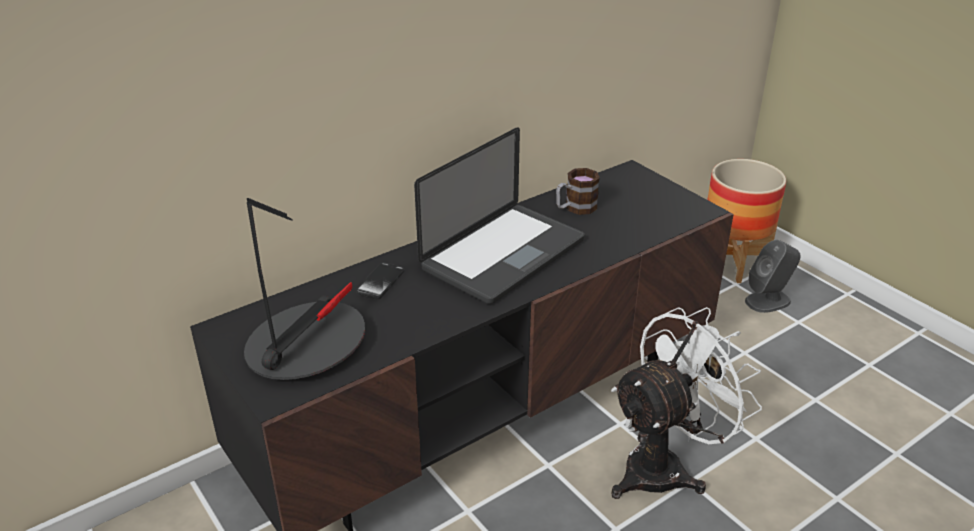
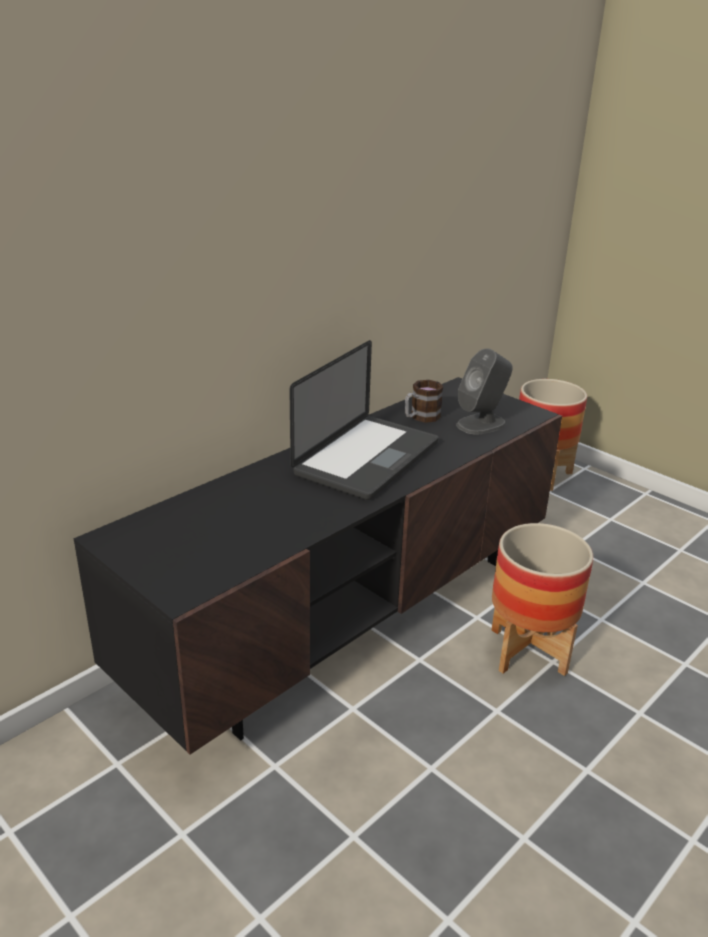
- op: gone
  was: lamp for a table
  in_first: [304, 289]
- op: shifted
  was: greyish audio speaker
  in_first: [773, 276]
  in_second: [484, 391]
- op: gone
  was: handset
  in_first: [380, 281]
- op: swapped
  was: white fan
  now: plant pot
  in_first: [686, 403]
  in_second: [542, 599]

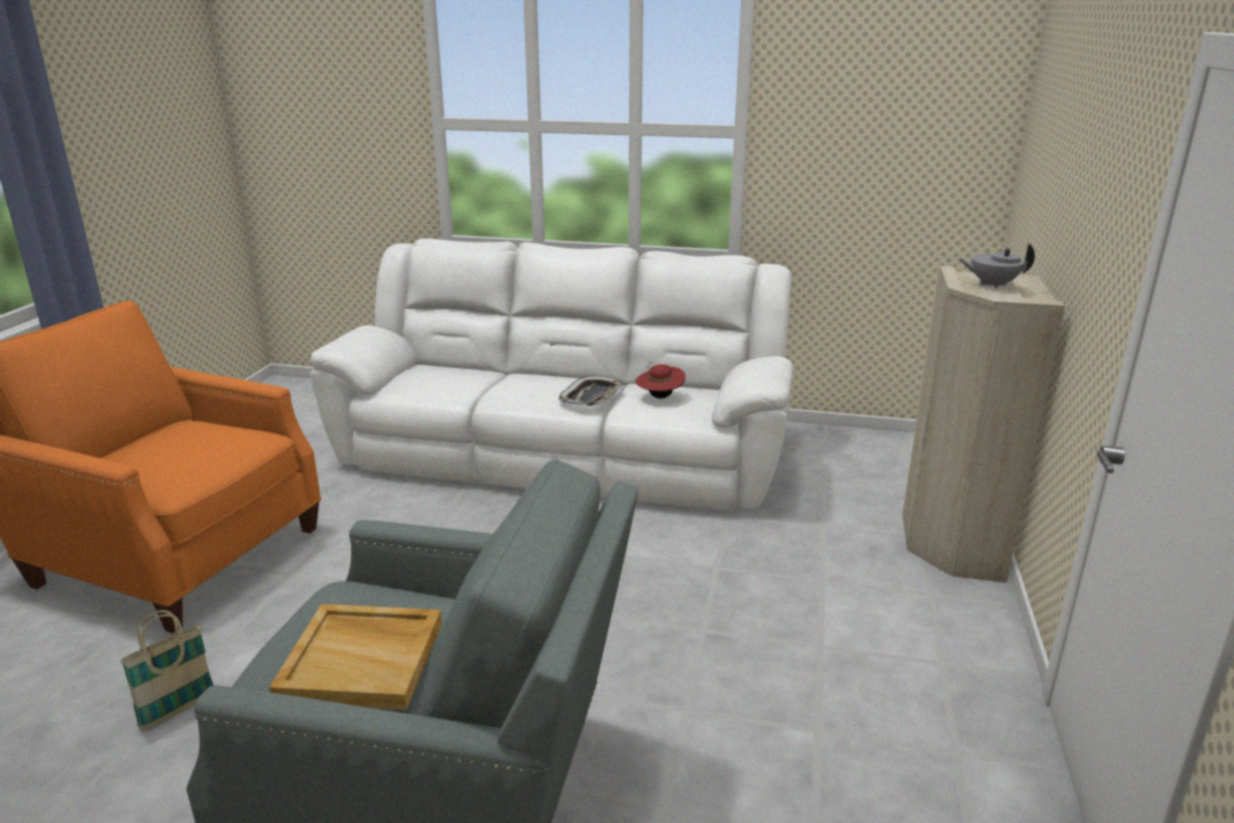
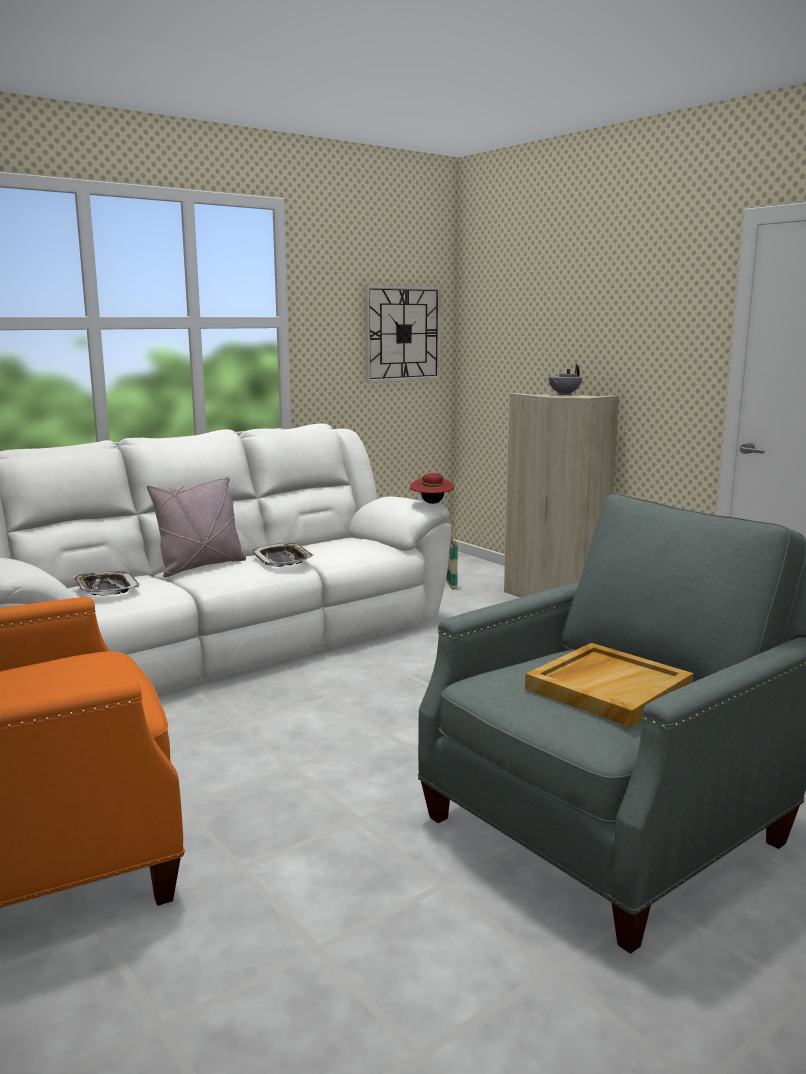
- op: shifted
  was: red-coloured clothing hat
  in_first: [661, 381]
  in_second: [432, 488]
- op: shifted
  was: household basket
  in_first: [167, 670]
  in_second: [452, 555]
- op: new
  now: clock on the wall
  in_second: [403, 334]
- op: new
  now: purplish pillow
  in_second: [196, 527]
- op: new
  now: serving tray
  in_second: [106, 583]

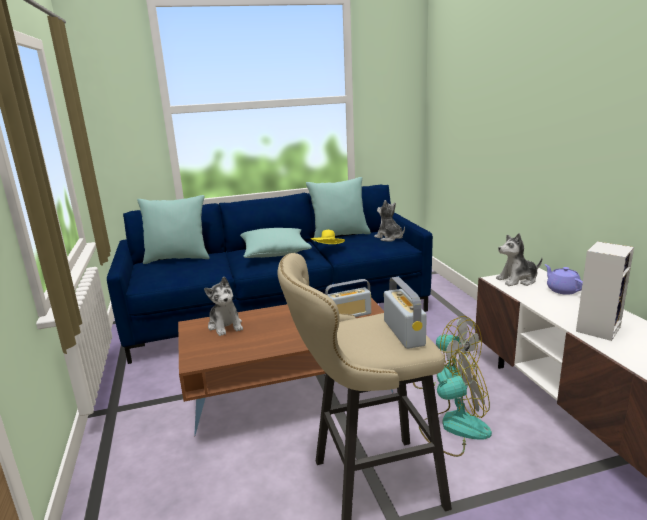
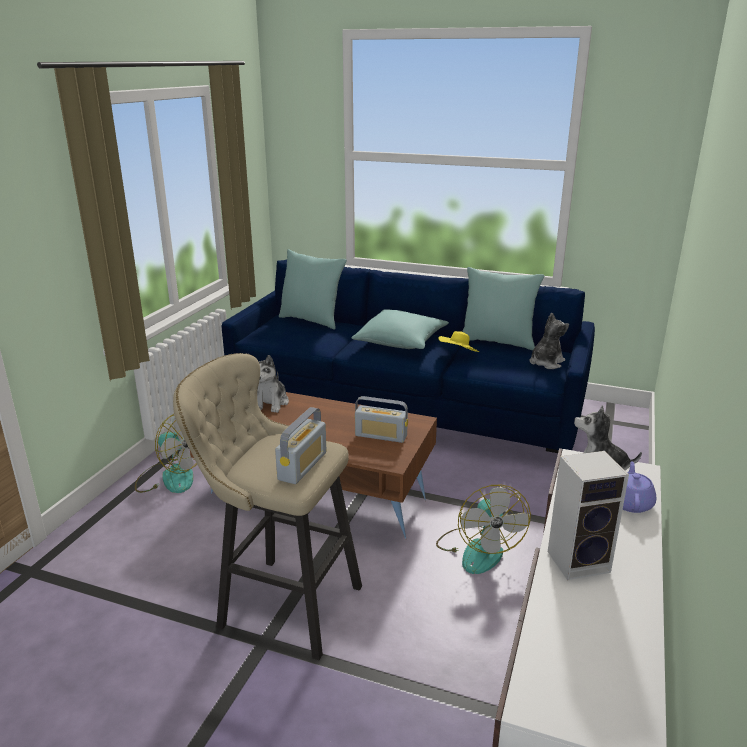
- op: rotated
  was: cuddly toy
  in_first: [389, 221]
  in_second: [549, 341]
  clockwise: 45
- op: shifted
  was: fan
  in_first: [455, 403]
  in_second: [166, 453]

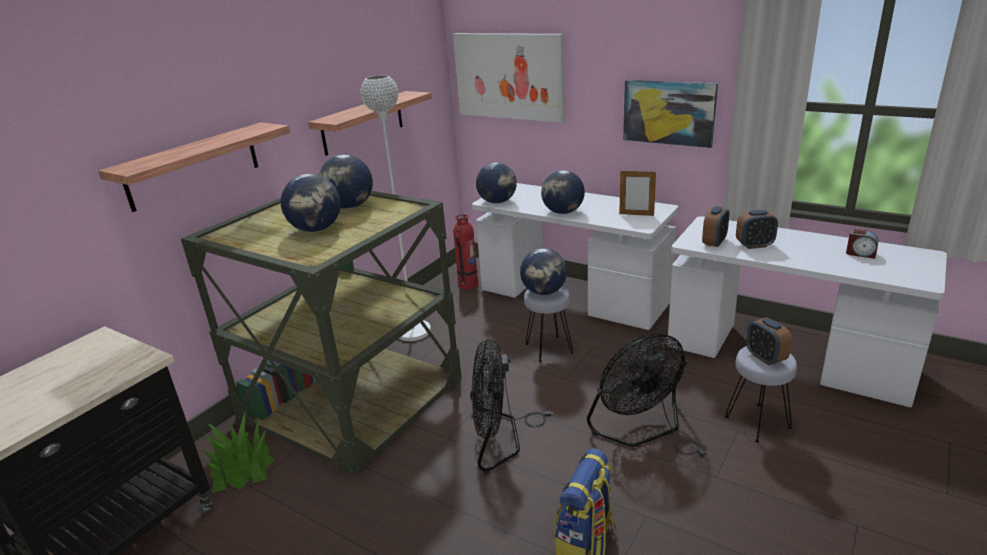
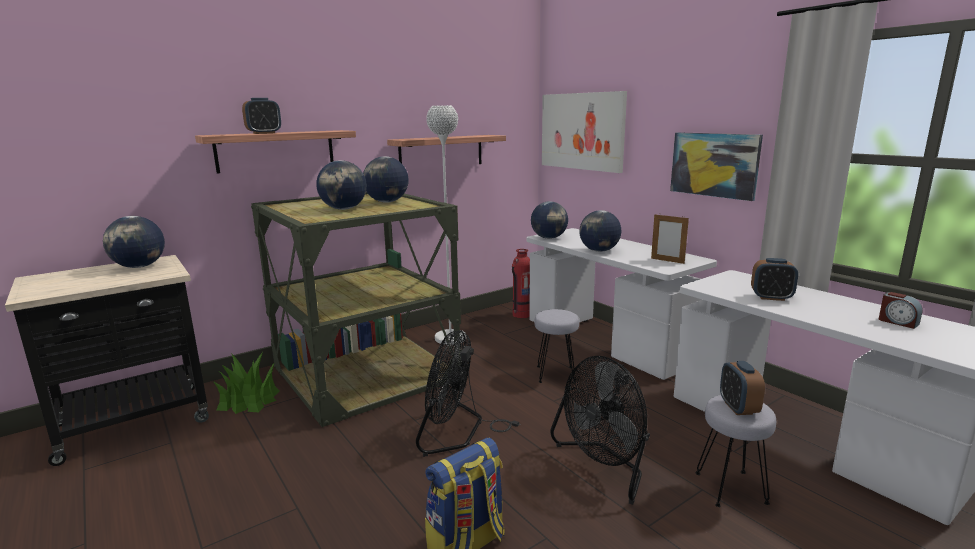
- op: shifted
  was: table clock
  in_first: [715, 226]
  in_second: [261, 116]
- op: shifted
  was: desk globe
  in_first: [543, 271]
  in_second: [134, 242]
- op: rotated
  was: black fan
  in_first: [646, 395]
  in_second: [600, 430]
  clockwise: -120

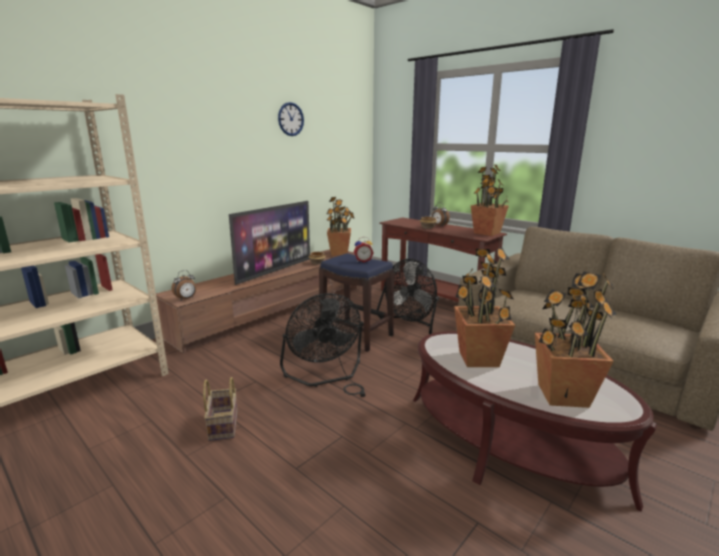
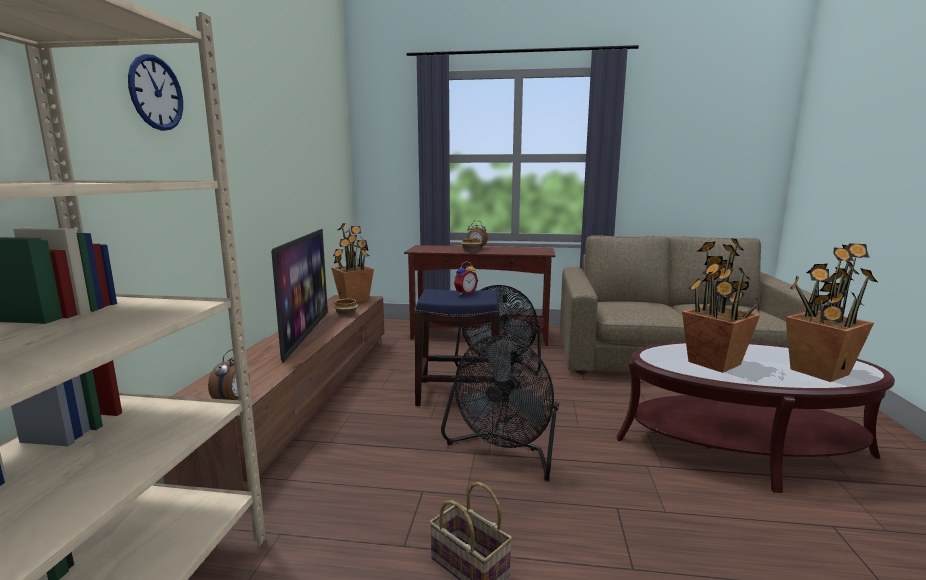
- op: shifted
  was: clock on the wall
  in_first: [291, 119]
  in_second: [155, 92]
- op: gone
  was: houseplant
  in_first: [490, 200]
- op: rotated
  was: black fan
  in_first: [322, 345]
  in_second: [500, 408]
  clockwise: -90

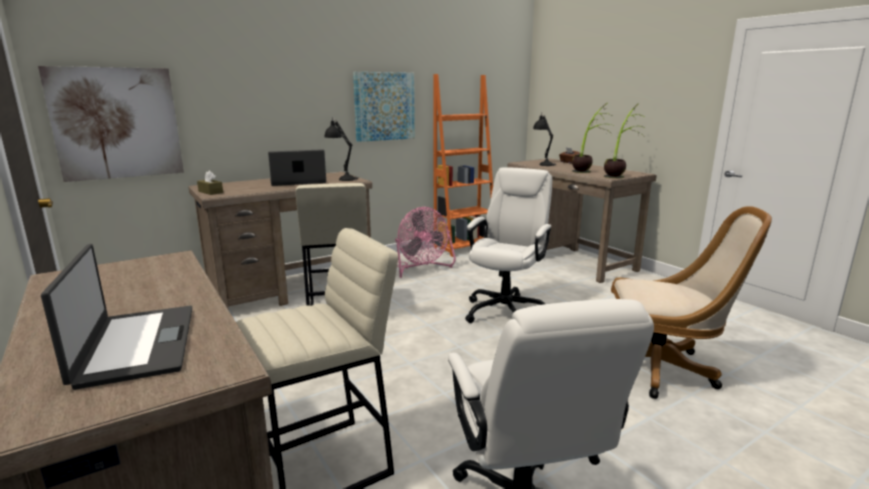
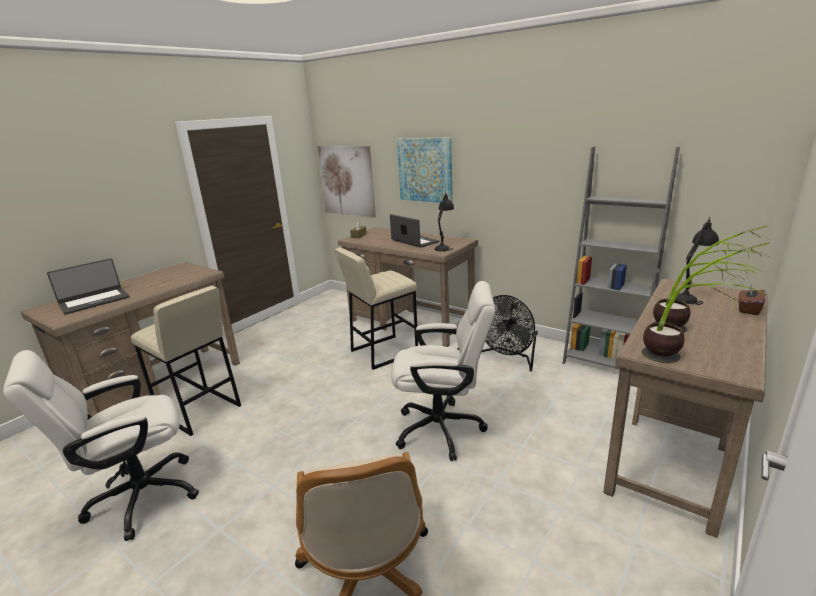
- op: shifted
  was: wall art
  in_first: [384, 107]
  in_second: [425, 170]
- op: repainted
  was: orangey bookshelf
  now: greyish bookshelf
  in_first: [463, 165]
  in_second: [621, 258]
- op: repainted
  was: pink fan
  now: black fan
  in_first: [425, 242]
  in_second: [510, 333]

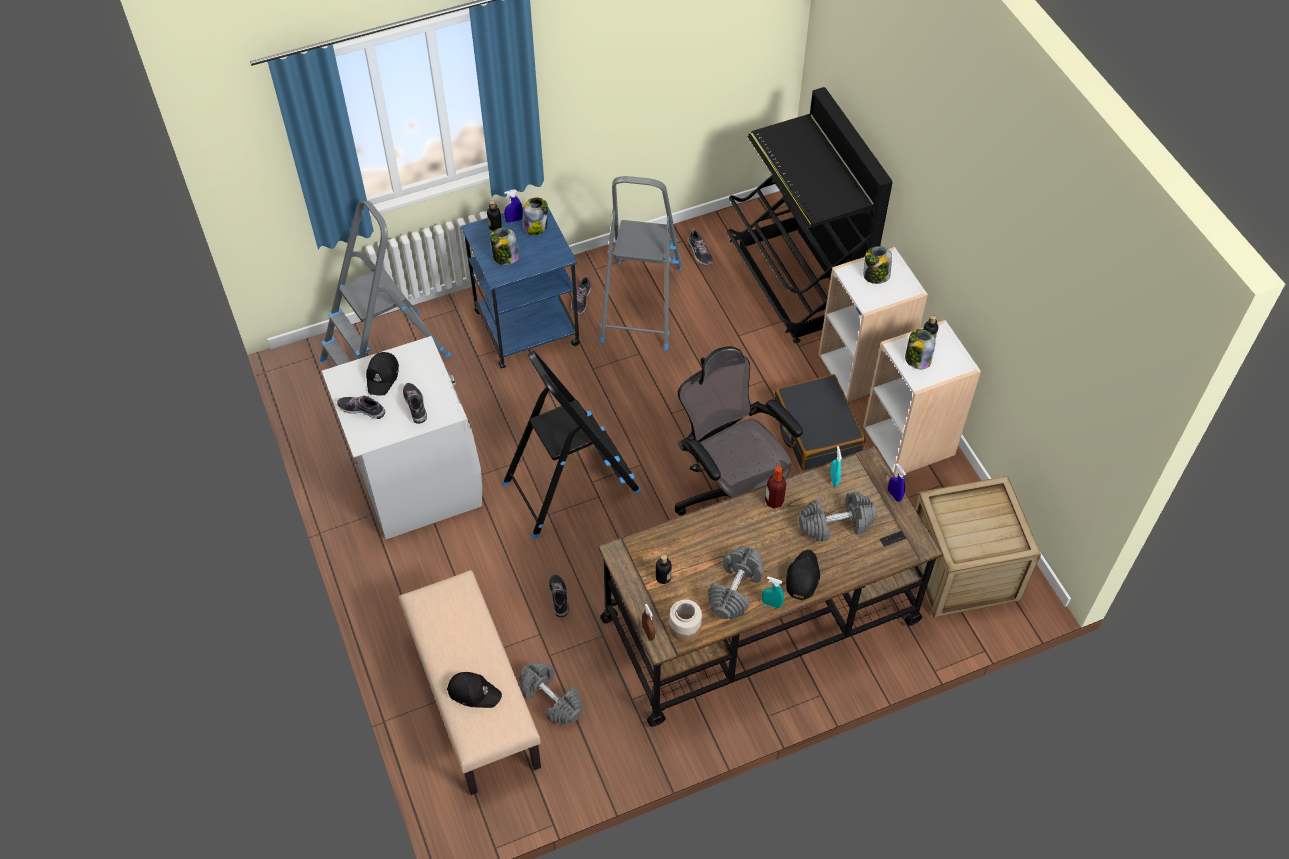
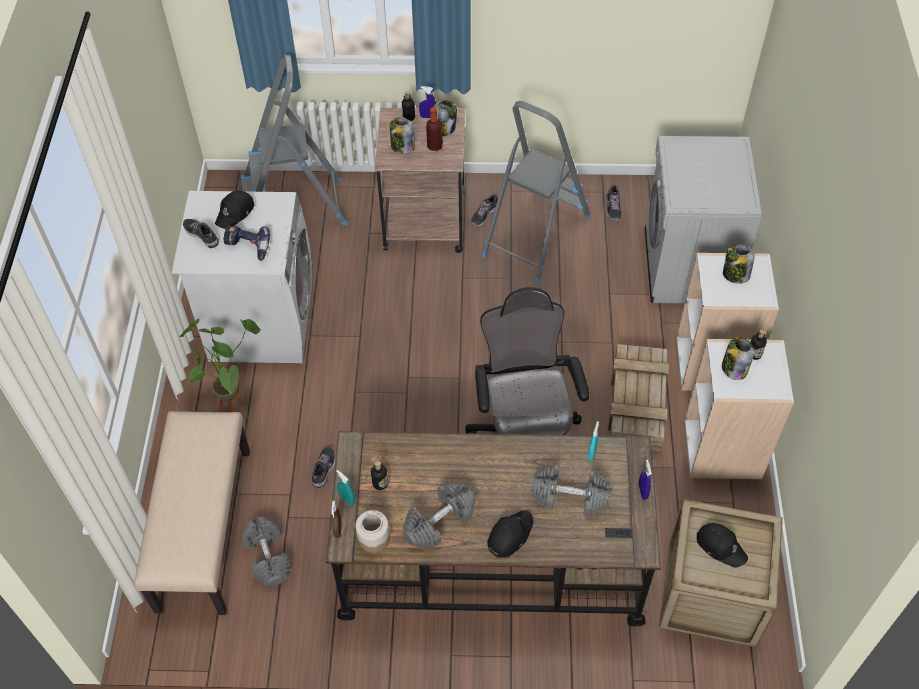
- op: swapped
  was: black shoe stand
  now: white laundry machine
  in_first: [809, 215]
  in_second: [703, 219]
- op: repainted
  was: blue-coloured cart
  now: brownish cart
  in_first: [520, 287]
  in_second: [420, 180]
- op: gone
  was: black step ladder
  in_first: [571, 445]
- op: swapped
  was: black travel case
  now: packing crate
  in_first: [820, 422]
  in_second: [638, 398]
- op: swapped
  was: shoe
  now: drill
  in_first: [415, 403]
  in_second: [246, 243]
- op: shifted
  was: beverage bottle
  in_first: [776, 487]
  in_second: [434, 129]
- op: shifted
  was: blue-green sprayer
  in_first: [773, 592]
  in_second: [345, 488]
- op: shifted
  was: black peaked cap
  in_first: [474, 690]
  in_second: [722, 545]
- op: new
  now: houseplant
  in_second: [220, 365]

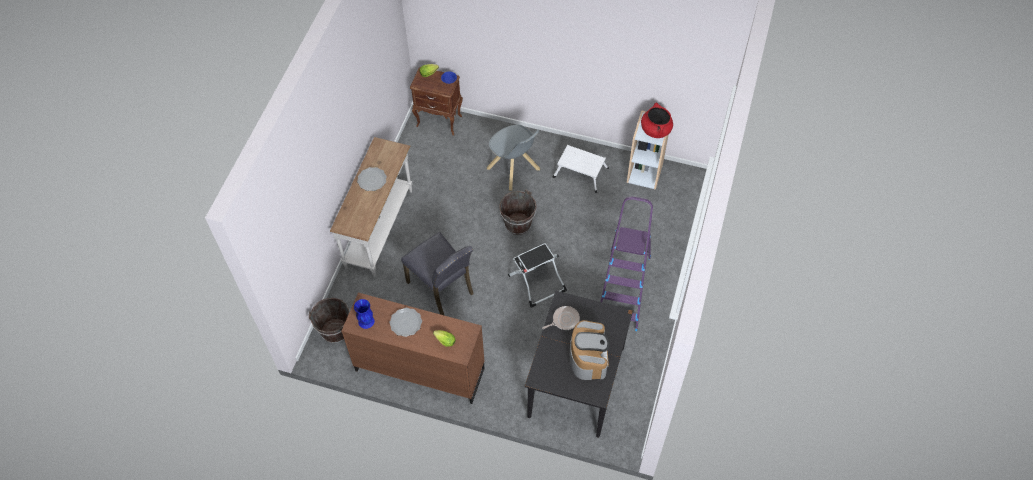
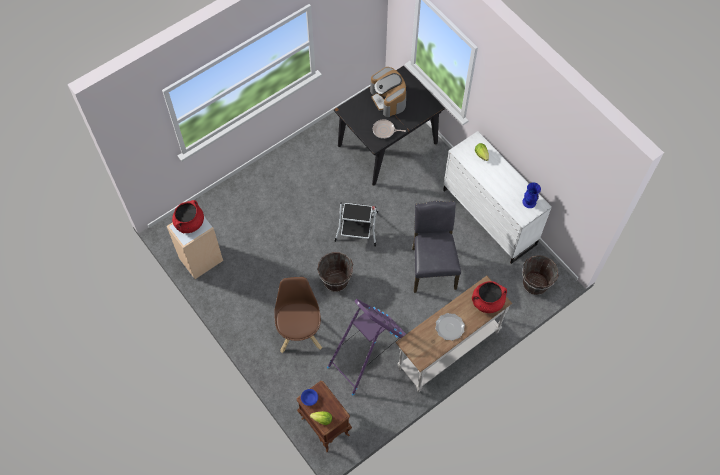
- op: repainted
  was: greyish plain chair
  now: brownish plain chair
  in_first: [513, 158]
  in_second: [298, 315]
- op: gone
  was: white step ladder
  in_first: [580, 169]
- op: shifted
  was: purplish step ladder
  in_first: [626, 264]
  in_second: [366, 347]
- op: repainted
  was: brownish dresser
  now: white dresser
  in_first: [413, 348]
  in_second: [497, 197]
- op: gone
  was: plate
  in_first: [405, 322]
- op: rotated
  was: coffee brewer
  in_first: [590, 350]
  in_second: [388, 92]
  clockwise: -60
- op: new
  now: red-coloured saucepot
  in_second: [489, 297]

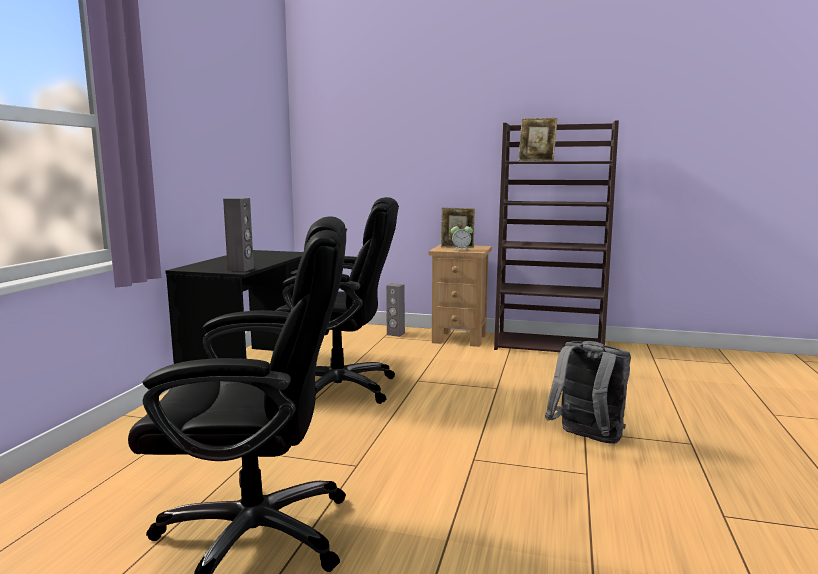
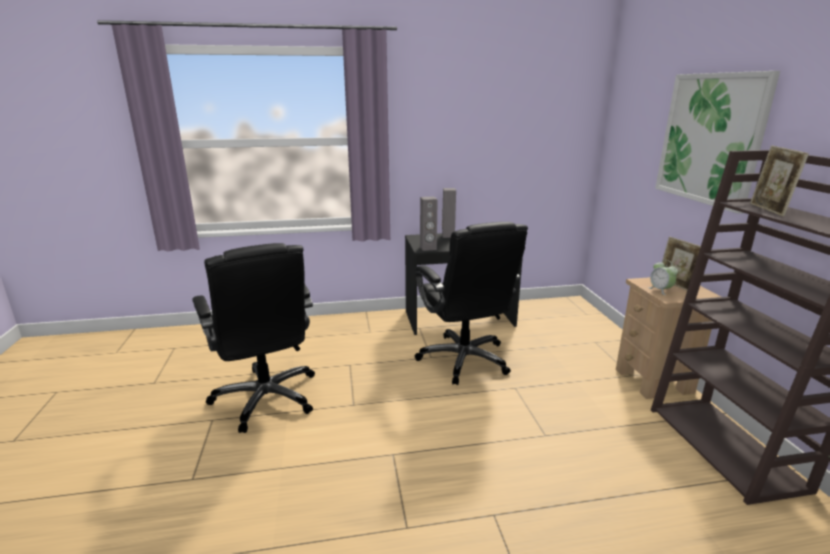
- op: shifted
  was: greyish audio speaker
  in_first: [395, 310]
  in_second: [449, 213]
- op: gone
  was: greyish knapsack
  in_first: [588, 392]
- op: new
  now: wall art
  in_second: [717, 142]

